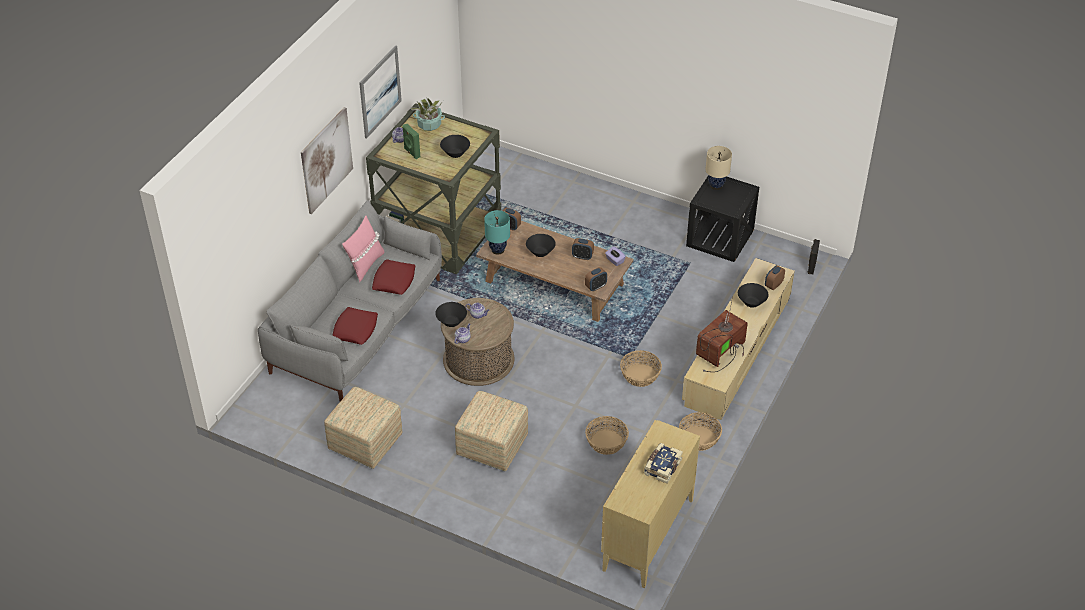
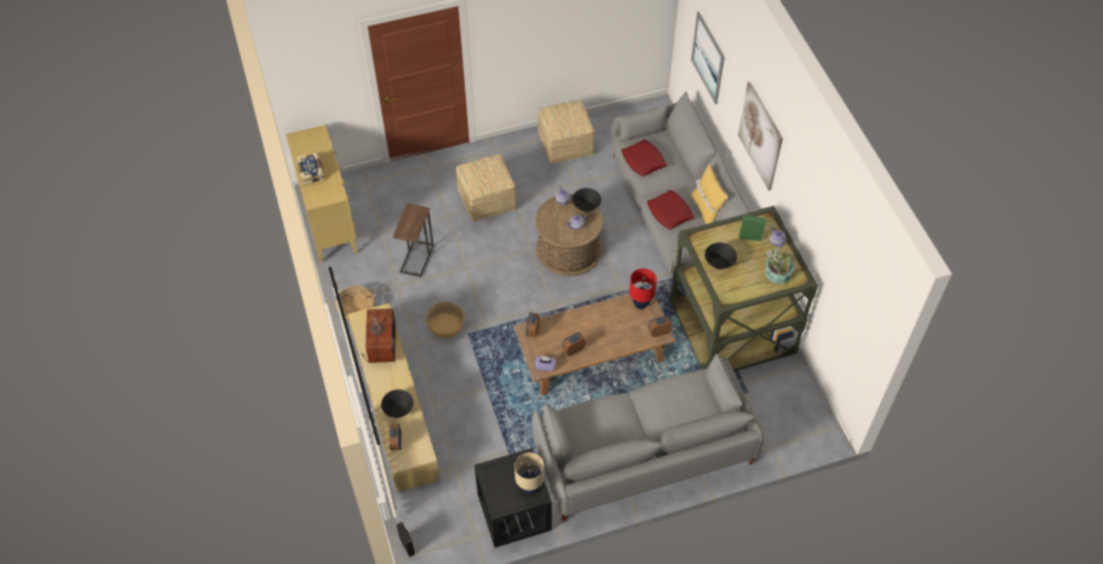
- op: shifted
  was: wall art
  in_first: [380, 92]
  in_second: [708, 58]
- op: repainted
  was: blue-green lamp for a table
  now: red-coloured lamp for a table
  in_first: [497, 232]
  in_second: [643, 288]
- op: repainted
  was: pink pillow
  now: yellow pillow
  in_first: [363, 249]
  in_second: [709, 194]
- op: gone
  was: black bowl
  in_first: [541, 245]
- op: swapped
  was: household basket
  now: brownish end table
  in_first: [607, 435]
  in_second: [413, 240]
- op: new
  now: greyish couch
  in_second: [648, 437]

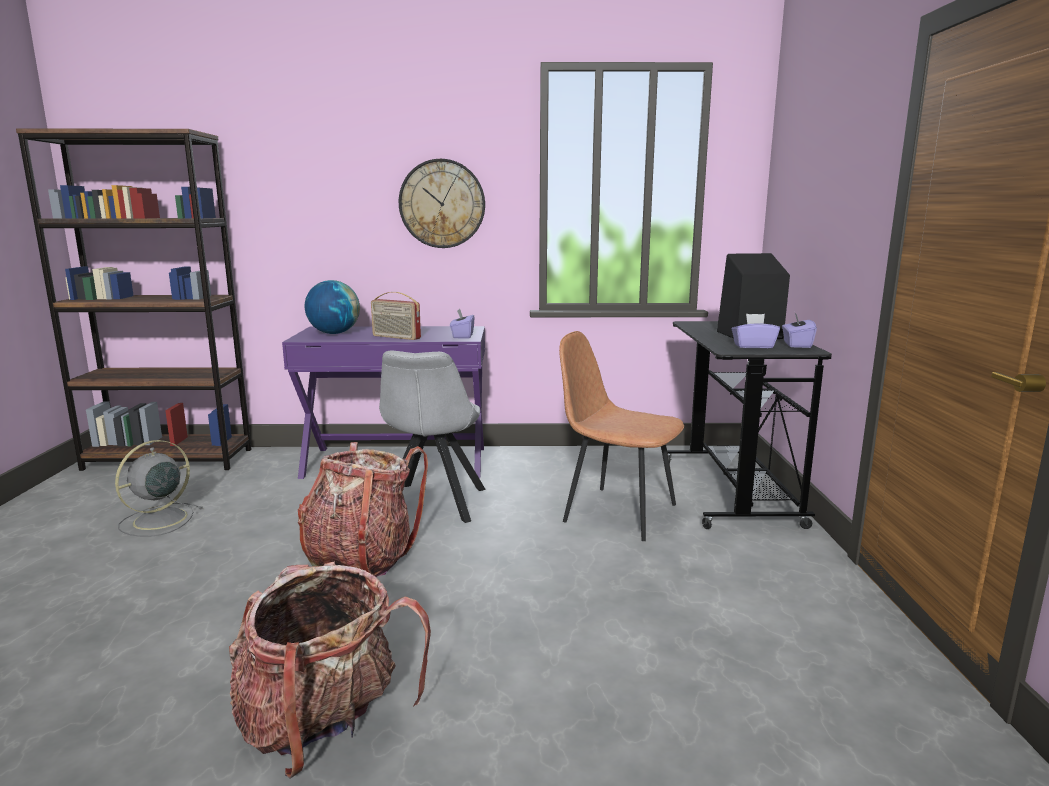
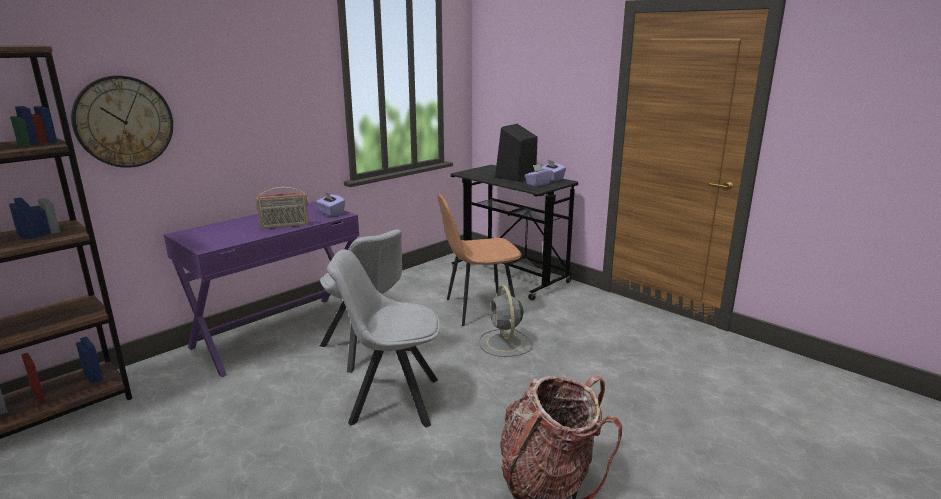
- op: shifted
  was: clock on the wall
  in_first: [442, 203]
  in_second: [122, 121]
- op: gone
  was: desk globe
  in_first: [332, 307]
- op: shifted
  was: greyish fan
  in_first: [159, 488]
  in_second: [506, 321]
- op: swapped
  was: knapsack
  now: greyish plain chair
  in_first: [363, 509]
  in_second: [383, 338]

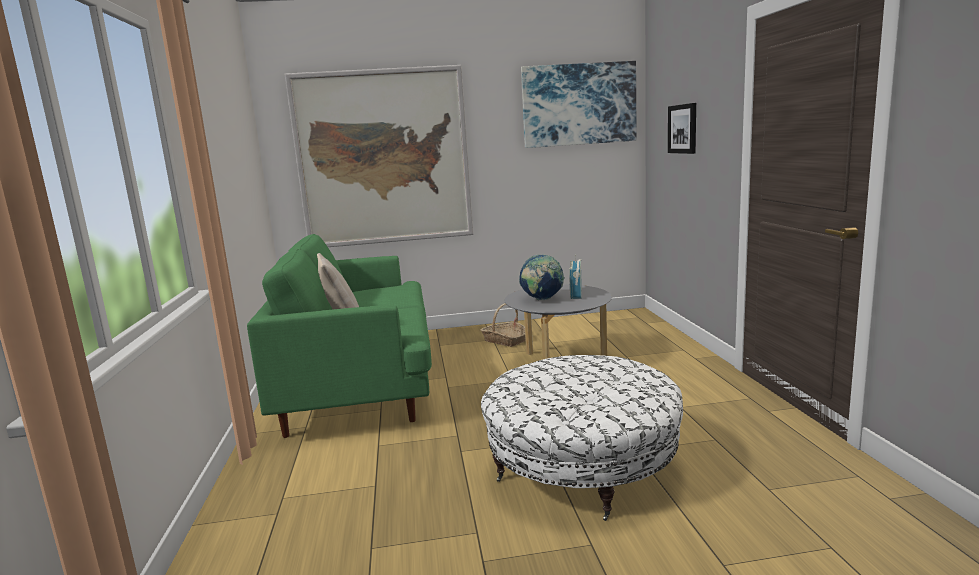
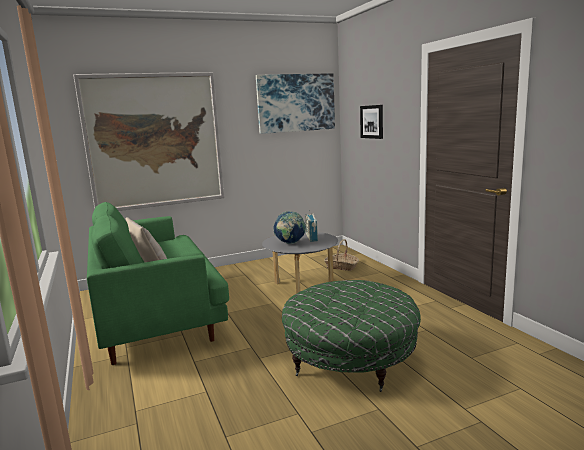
- op: shifted
  was: household basket
  in_first: [503, 325]
  in_second: [341, 255]
- op: repainted
  was: white ottoman
  now: greenish ottoman
  in_first: [582, 438]
  in_second: [351, 336]

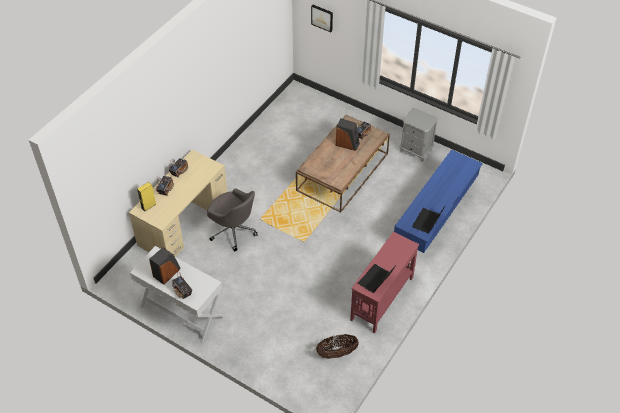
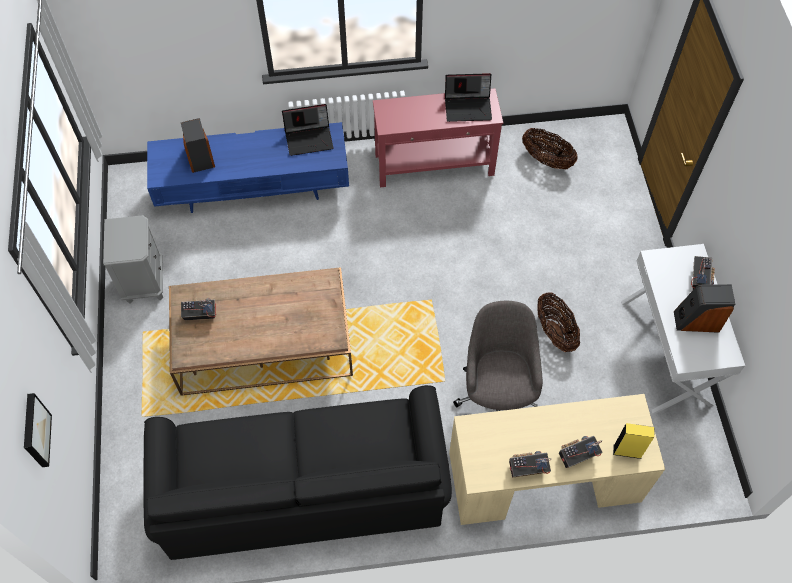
- op: shifted
  was: audio speaker
  in_first: [348, 135]
  in_second: [198, 145]
- op: new
  now: household basket
  in_second: [558, 322]
- op: new
  now: black couch
  in_second: [298, 472]

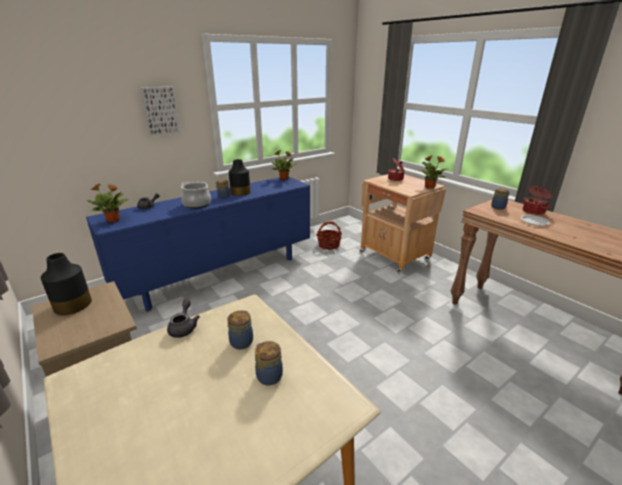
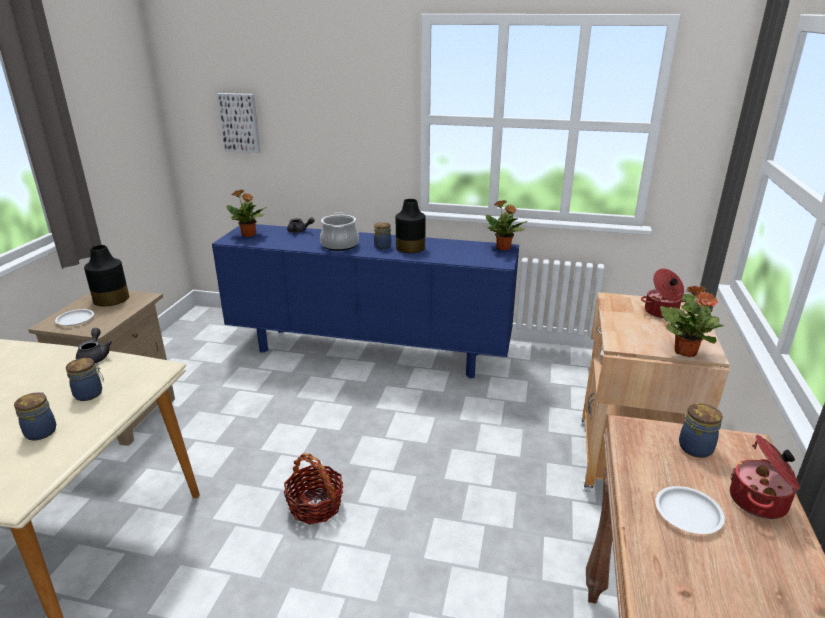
- op: shifted
  was: wall art
  in_first: [160, 111]
  in_second: [239, 123]
- op: shifted
  was: household basket
  in_first: [329, 235]
  in_second: [313, 489]
- op: rotated
  was: greyish tea pot
  in_first: [183, 319]
  in_second: [94, 345]
  clockwise: -60
- op: new
  now: white plate
  in_second: [74, 317]

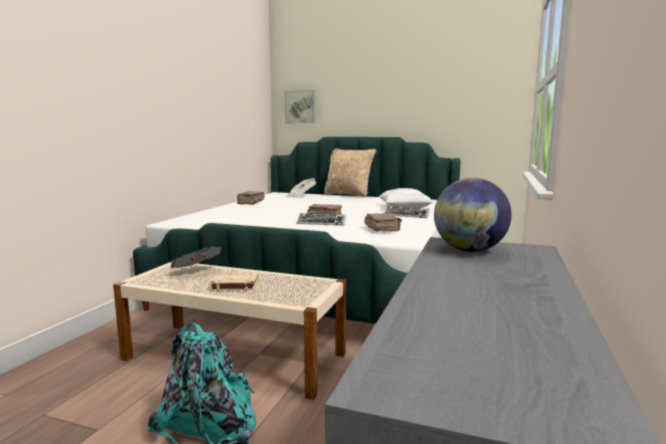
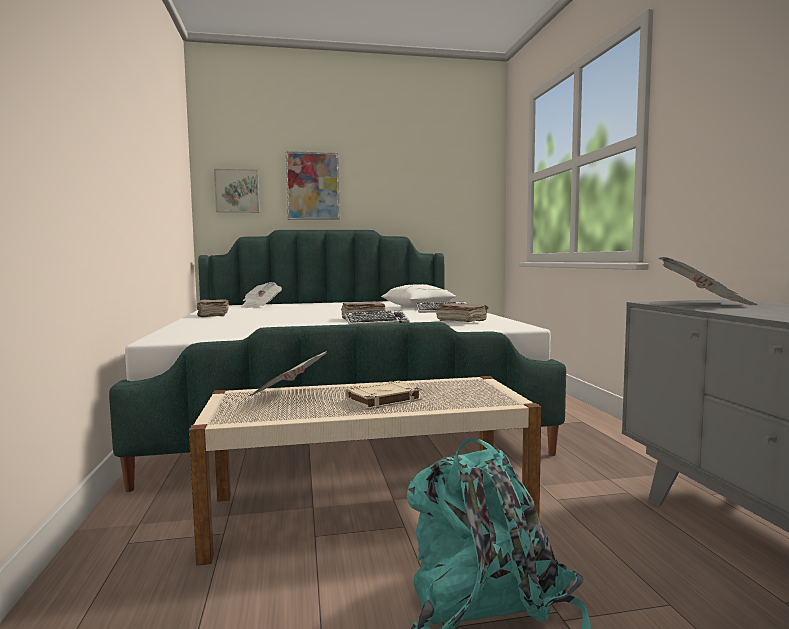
- op: gone
  was: beige pillow
  in_first: [350, 172]
- op: swapped
  was: desk globe
  now: printed paper
  in_first: [473, 215]
  in_second: [708, 281]
- op: new
  now: wall art
  in_second: [313, 185]

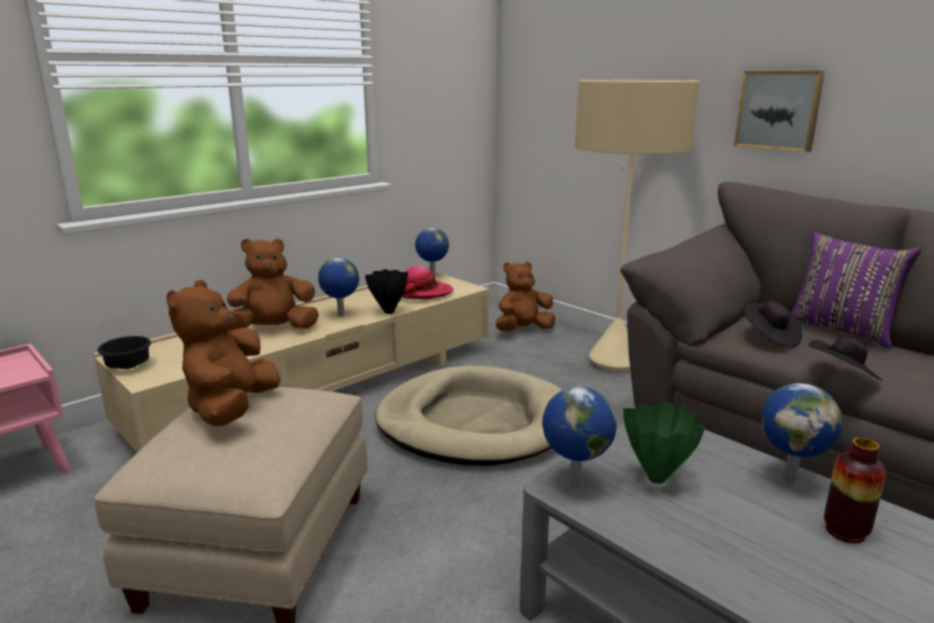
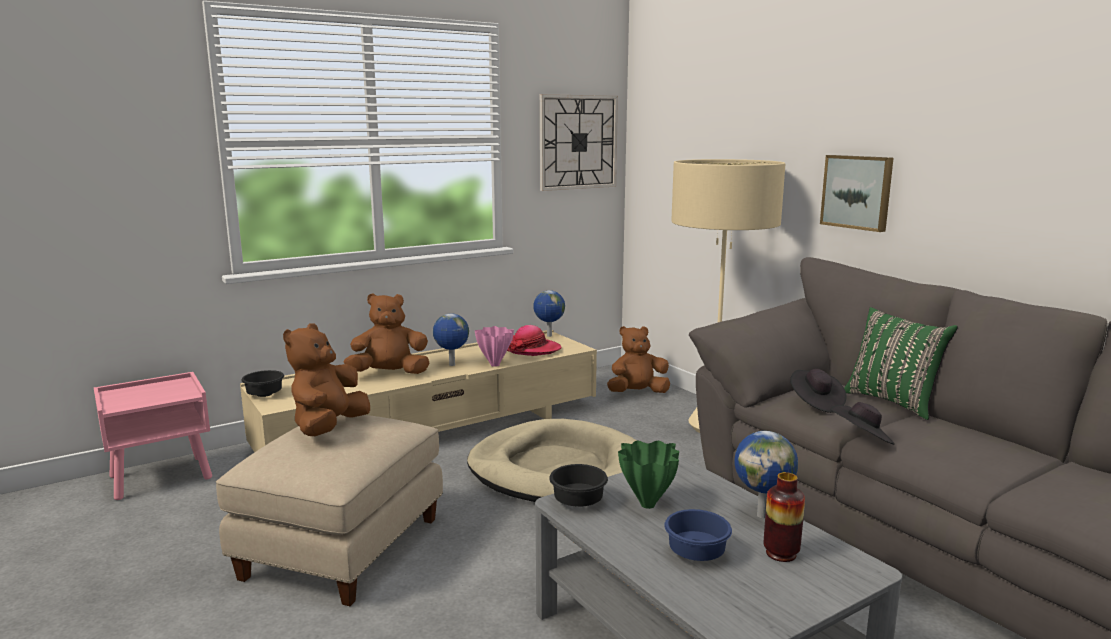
- op: repainted
  was: purplish pillow
  now: greenish pillow
  in_first: [855, 290]
  in_second: [901, 363]
- op: repainted
  was: black flower vase
  now: pink flower vase
  in_first: [386, 291]
  in_second: [494, 346]
- op: swapped
  was: desk globe
  now: black bowl
  in_first: [579, 437]
  in_second: [578, 485]
- op: new
  now: clock on the wall
  in_second: [579, 142]
- op: new
  now: blue-coloured bowl
  in_second: [698, 535]

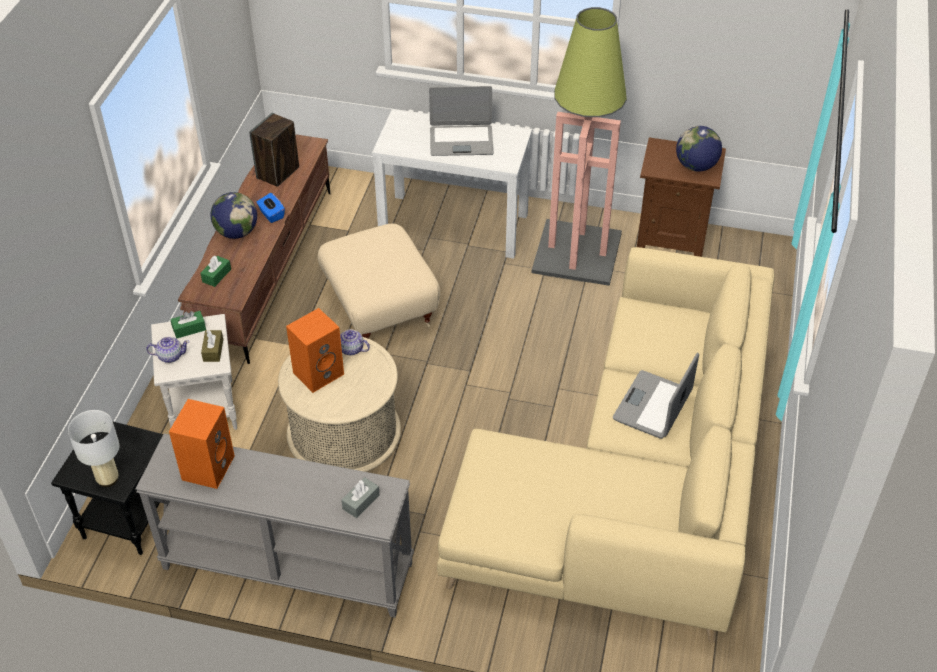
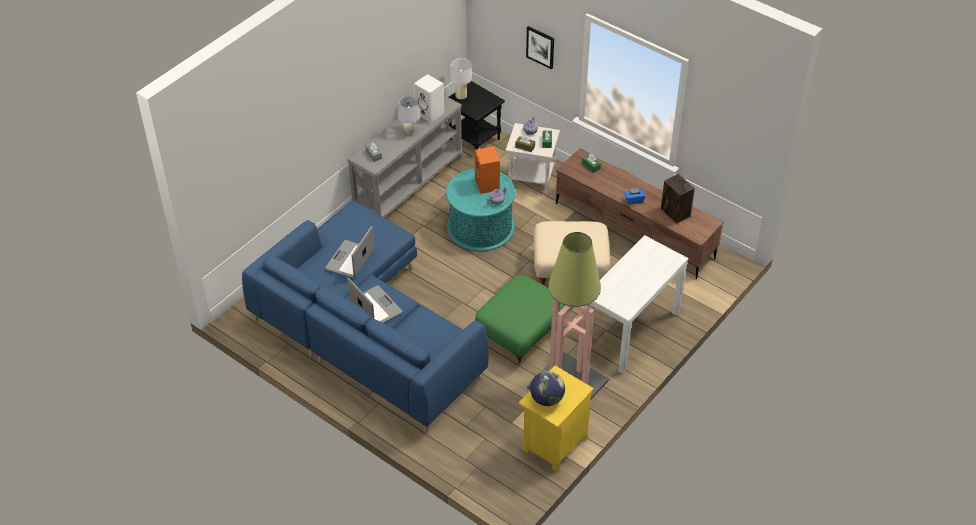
- op: shifted
  was: portable computer
  in_first: [461, 121]
  in_second: [349, 252]
- op: repainted
  was: brownish nightstand
  now: yellow nightstand
  in_first: [681, 197]
  in_second: [556, 419]
- op: gone
  was: desk globe
  in_first: [233, 215]
- op: repainted
  was: beige couch
  now: blue-coloured couch
  in_first: [606, 445]
  in_second: [365, 317]
- op: repainted
  was: beige coffee table
  now: blue-green coffee table
  in_first: [339, 403]
  in_second: [480, 209]
- op: repainted
  was: orangey audio speaker
  now: white audio speaker
  in_first: [202, 444]
  in_second: [429, 98]
- op: new
  now: wall art
  in_second: [540, 47]
- op: new
  now: white lamp for a table
  in_second: [409, 115]
- op: new
  now: greenish ottoman
  in_second: [520, 320]

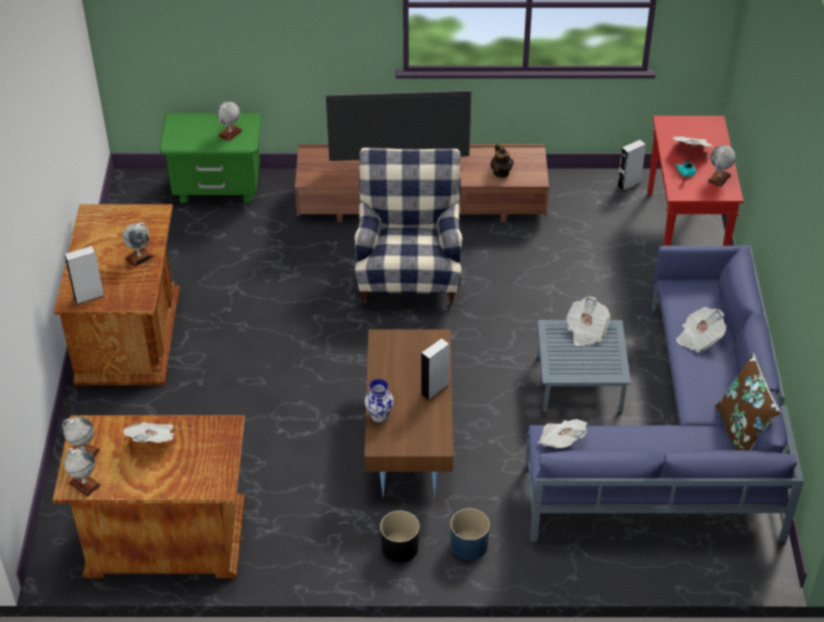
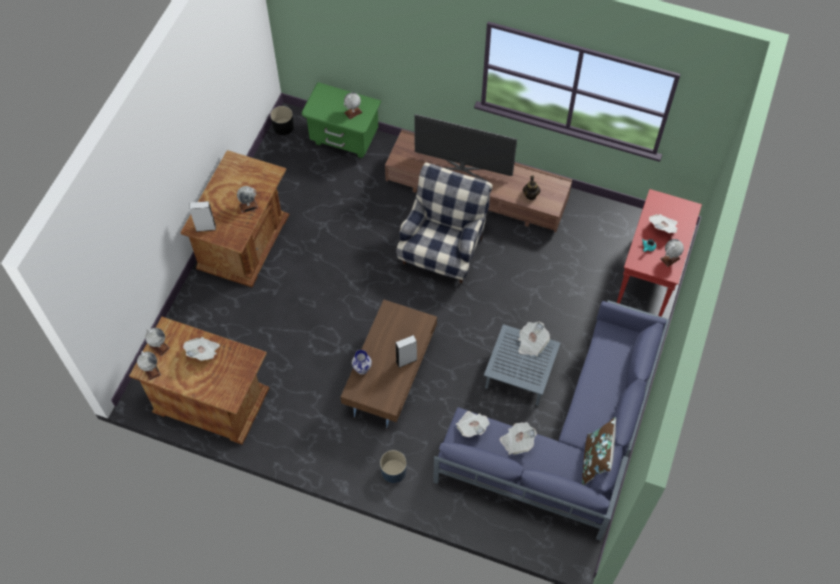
- op: gone
  was: greyish audio speaker
  in_first: [631, 165]
- op: shifted
  was: printed paper
  in_first: [701, 330]
  in_second: [518, 438]
- op: shifted
  was: black plant pot
  in_first: [399, 536]
  in_second: [282, 120]

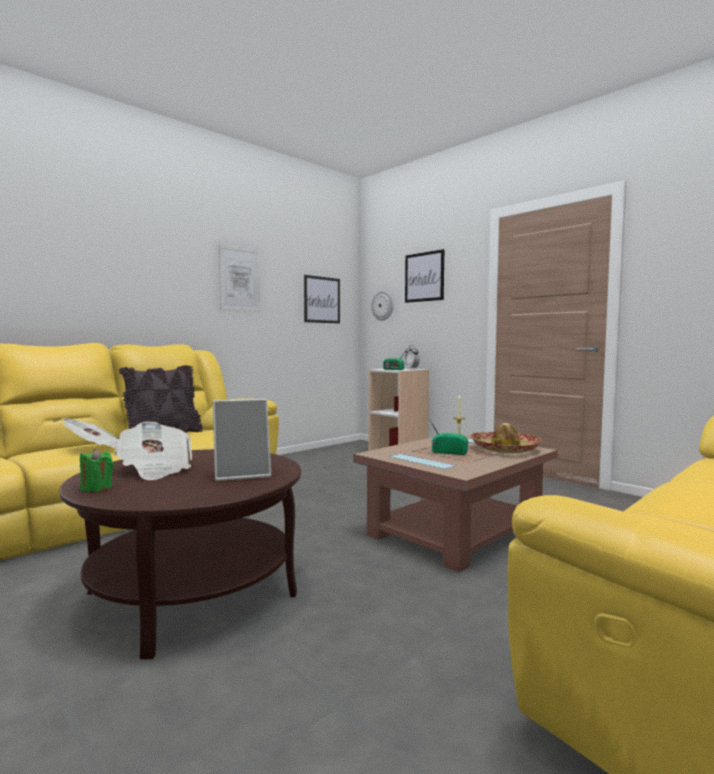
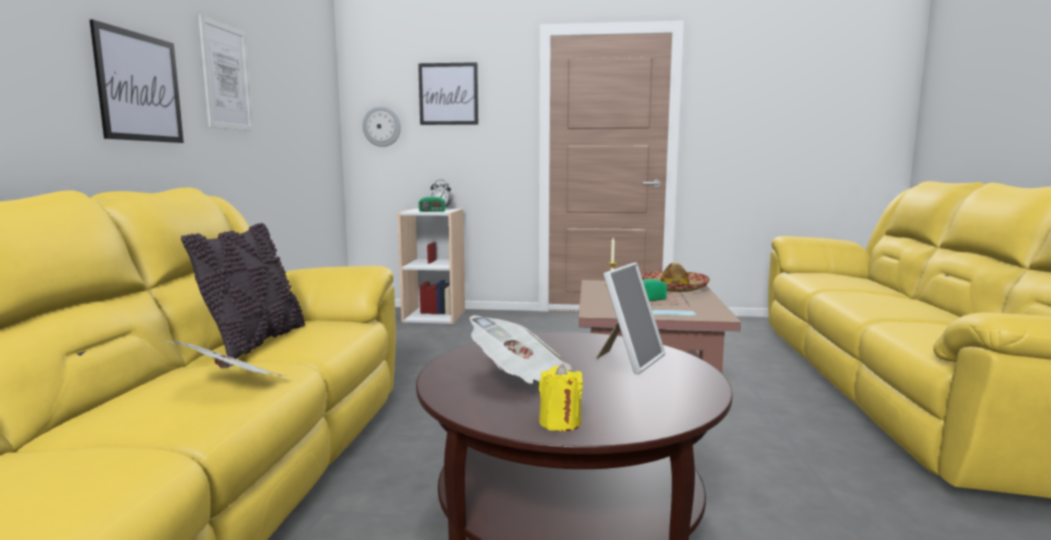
- op: shifted
  was: wall art
  in_first: [322, 299]
  in_second: [137, 81]
- op: repainted
  was: greenish candle
  now: yellow candle
  in_first: [97, 471]
  in_second: [561, 397]

